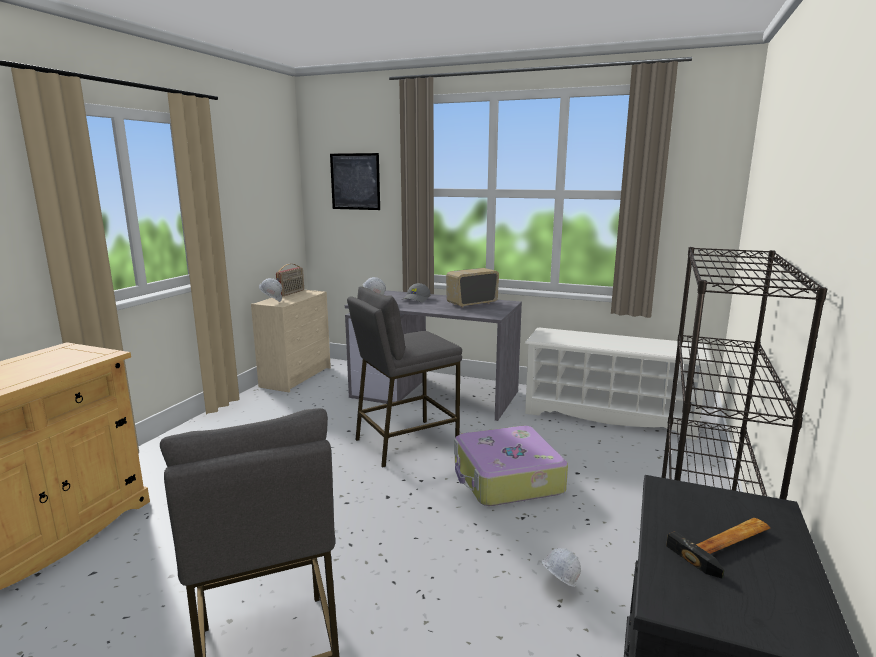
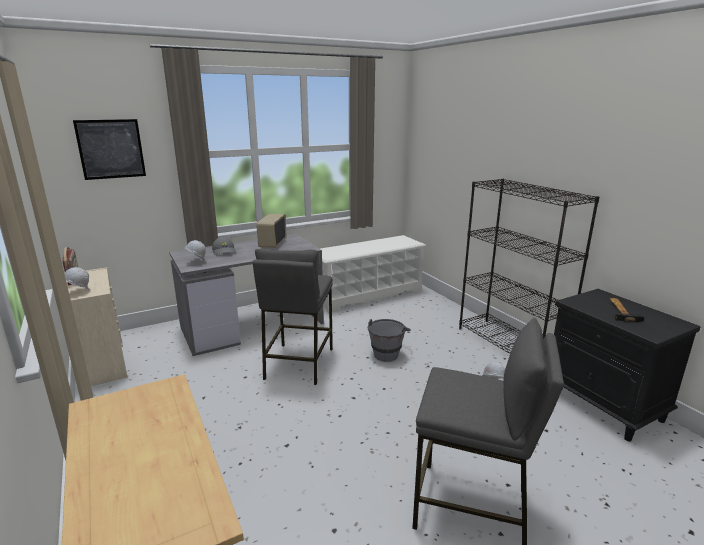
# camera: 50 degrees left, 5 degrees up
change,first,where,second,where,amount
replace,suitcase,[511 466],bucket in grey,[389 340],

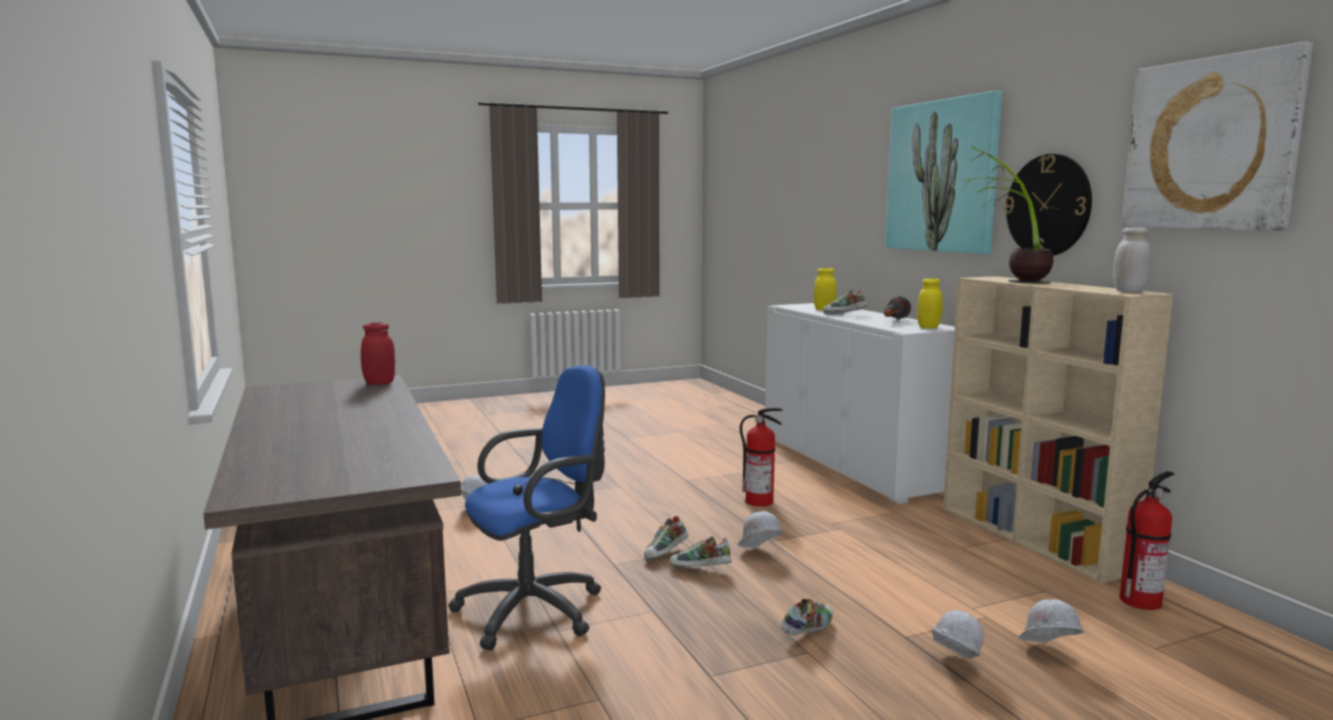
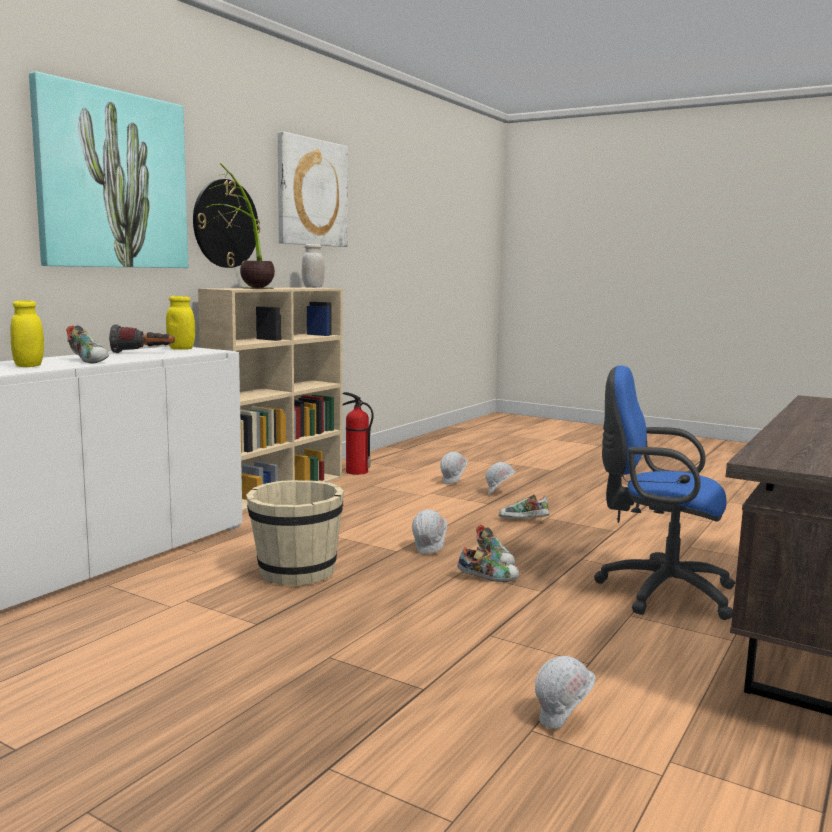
# camera: 125 degrees left, 0 degrees up
change,first,where,second,where,amount
delete,jar in red,[378 353],,,
replace,fire extinguisher,[761 457],bucket in beige,[295 533],

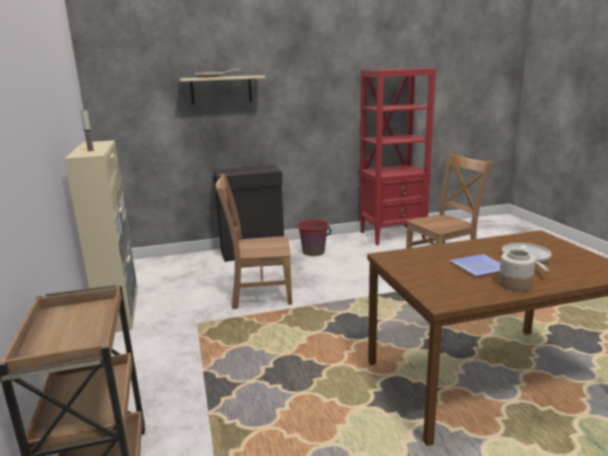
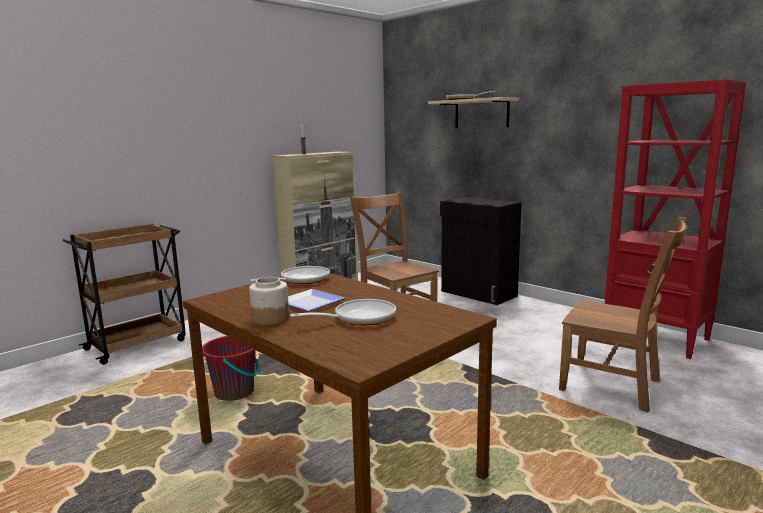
# camera: 60 degrees right, 5 degrees down
change,first,where,second,where,amount
move,bucket in red,[313 237],,[231 368],
insert,,,frying pan,[290 275],

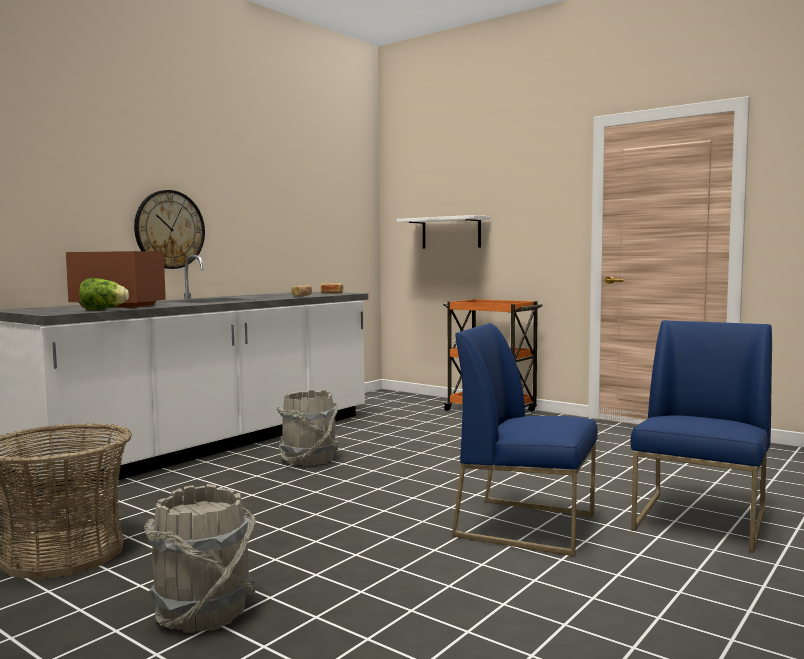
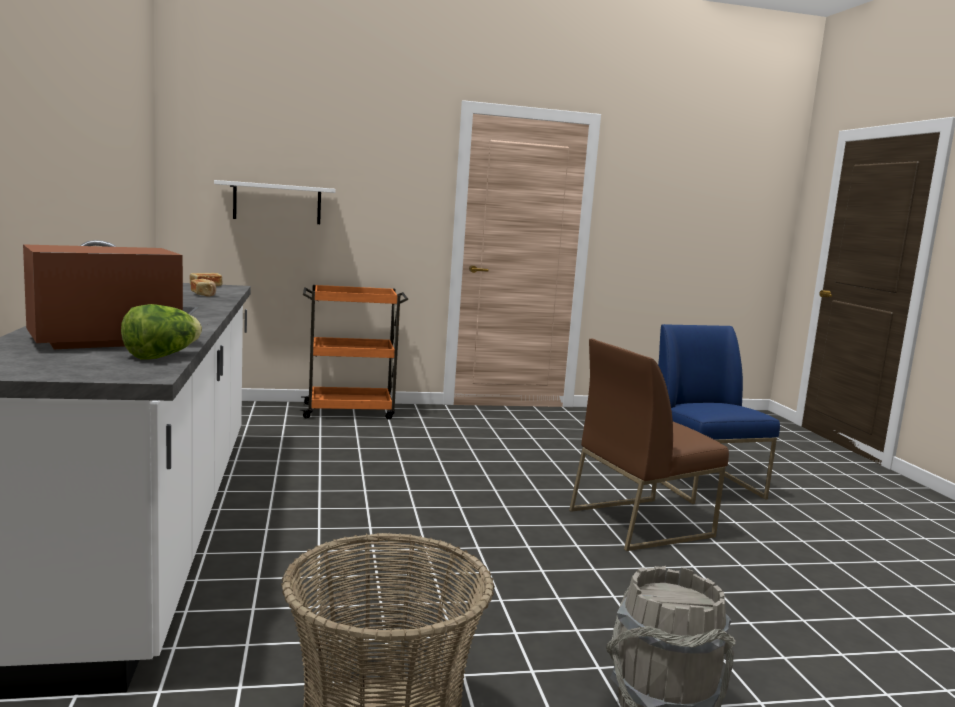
# camera: 50 degrees left, 5 degrees up
change,first,where,second,where,amount
delete,wall clock,[169 229],,,
recolor,chair in blue,[525 439],chair in brown,[649 445],
delete,bucket in grey,[307 428],,,

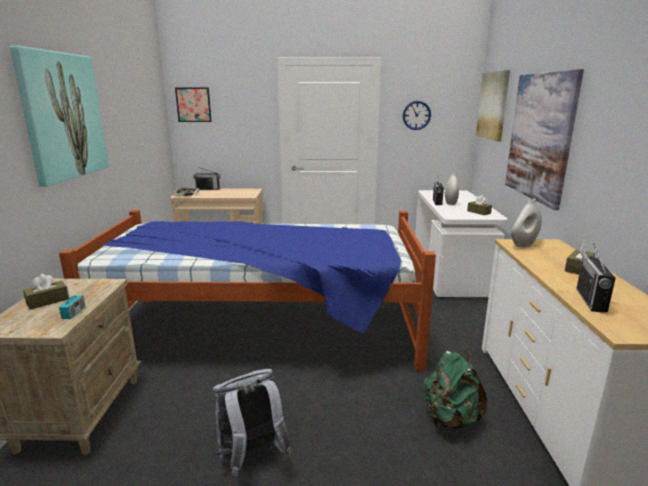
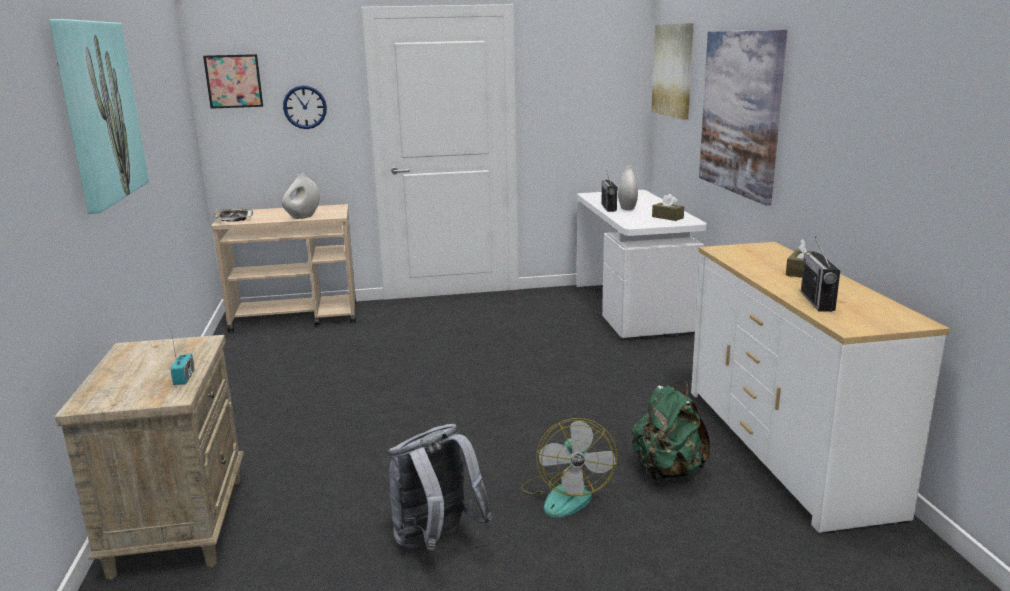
# camera: 10 degrees left, 0 degrees up
change,first,where,second,where,amount
move,wall clock,[417 115],,[305 107],
delete,radio,[206 178],,,
move,vase in white,[526 223],,[301 196],
delete,bed,[247 290],,,
delete,tissue box in brown,[46 292],,,
insert,,,fan,[569 468],

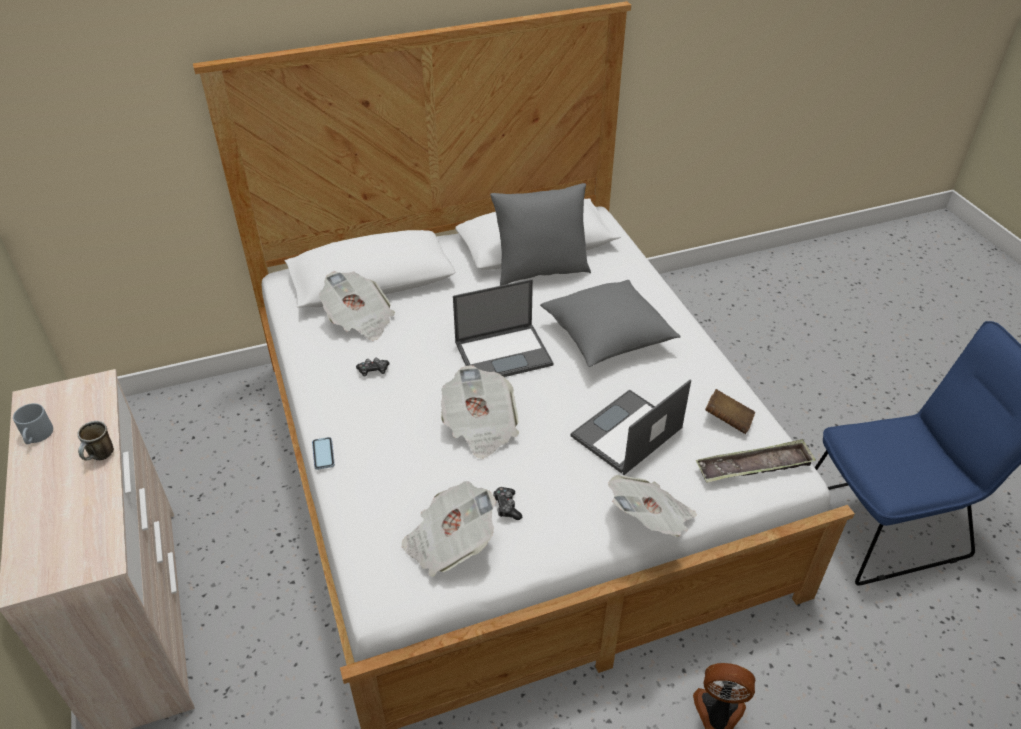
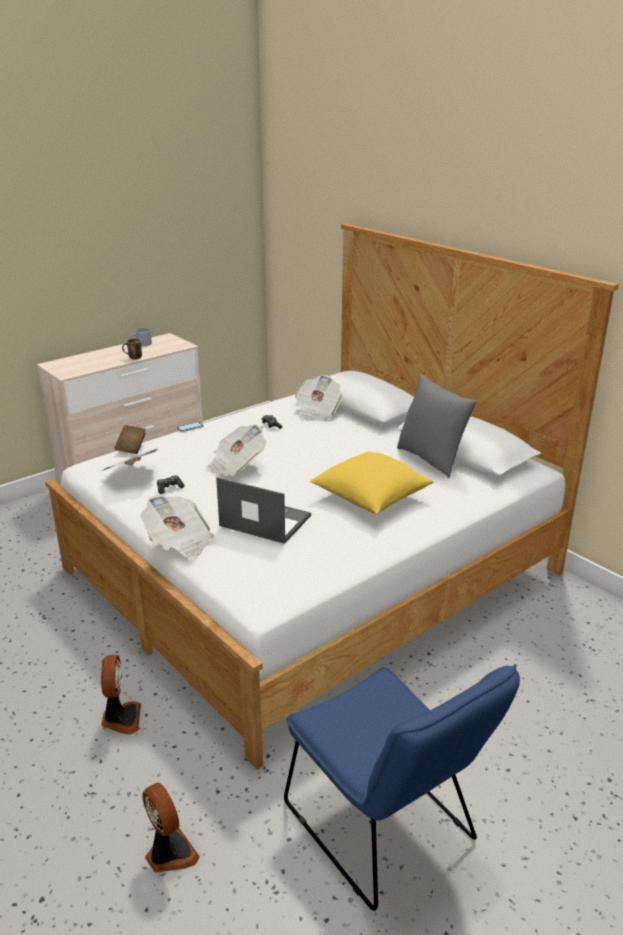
# camera: 70 degrees right, 15 degrees down
change,first,where,second,where,amount
delete,laptop,[503 328],,,
recolor,pillow in grey,[610 323],pillow in yellow,[371 483],
move,book in brown,[730 411],,[130 439],
delete,tray,[756 461],,,
insert,,,fan,[171 827],

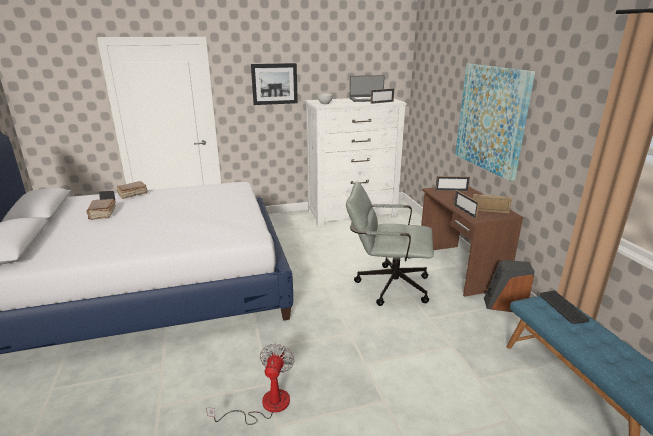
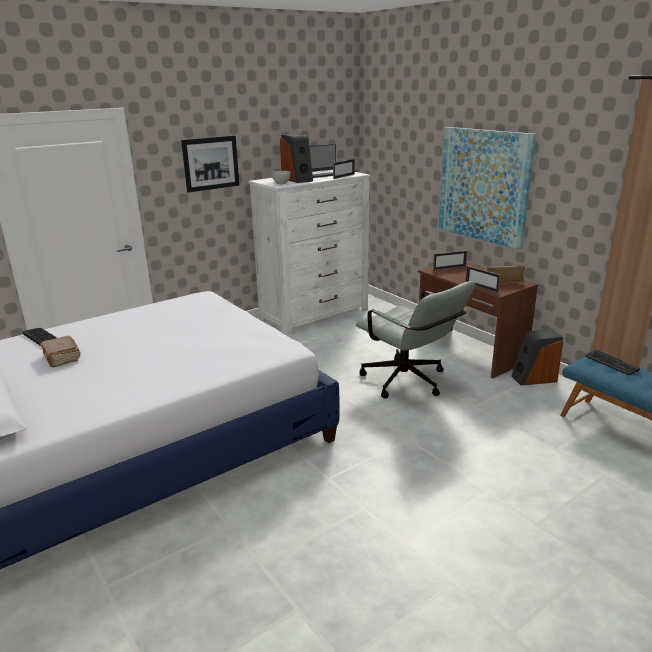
# camera: 20 degrees left, 0 degrees up
change,first,where,second,where,amount
delete,book in brown,[132 190],,,
rotate,office chair in grey,[390 243],,[415 340],120 degrees counterclockwise
delete,fan,[250 384],,,
insert,,,speaker,[296 158],

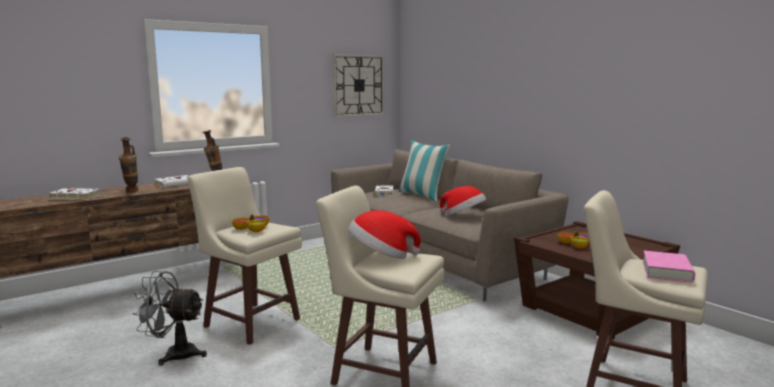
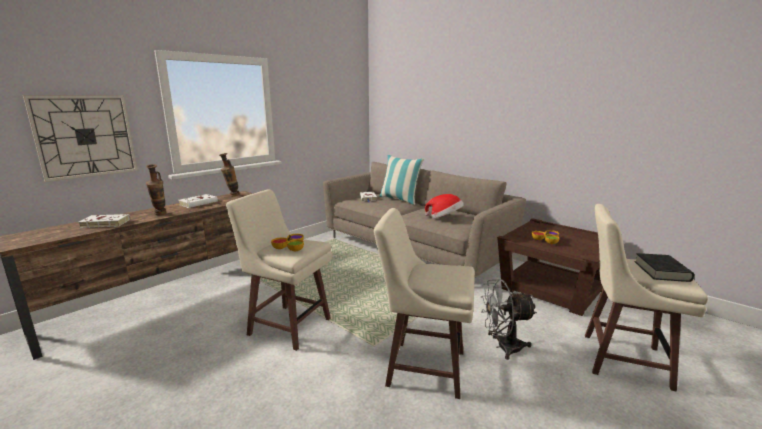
# camera: 10 degrees left, 5 degrees up
change,first,where,second,where,amount
move,wall clock,[358 85],,[80 138],
delete,hat,[385 234],,,
recolor,book in pink,[669 267],book in black,[664 267],
move,fan in grey,[169 318],,[509 319],

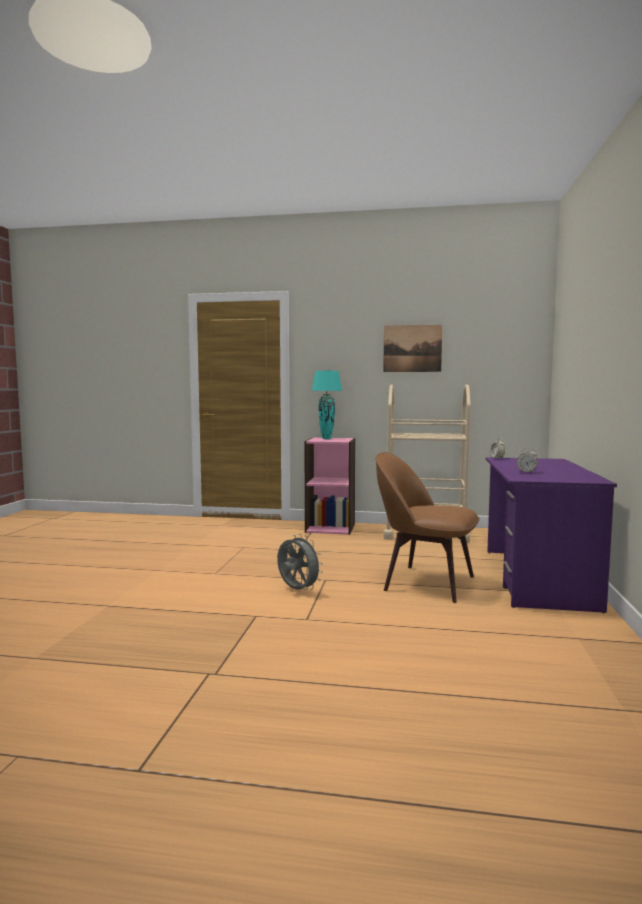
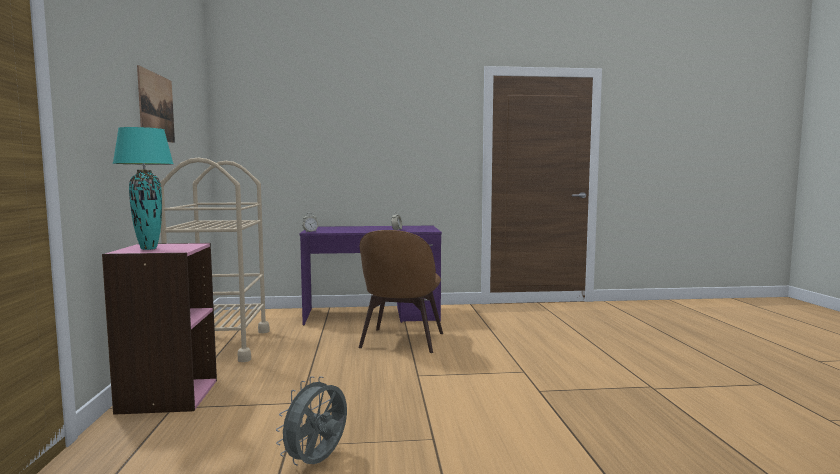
# camera: 105 degrees left, 0 degrees up
change,first,where,second,where,amount
move,fan in grey,[300 562],,[311 421],

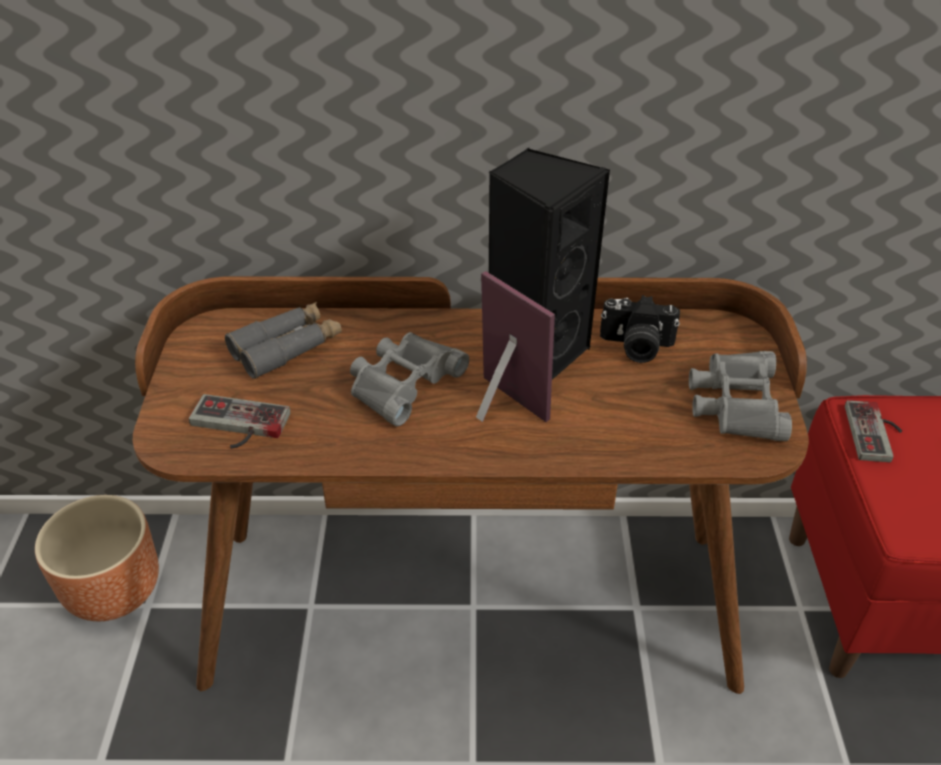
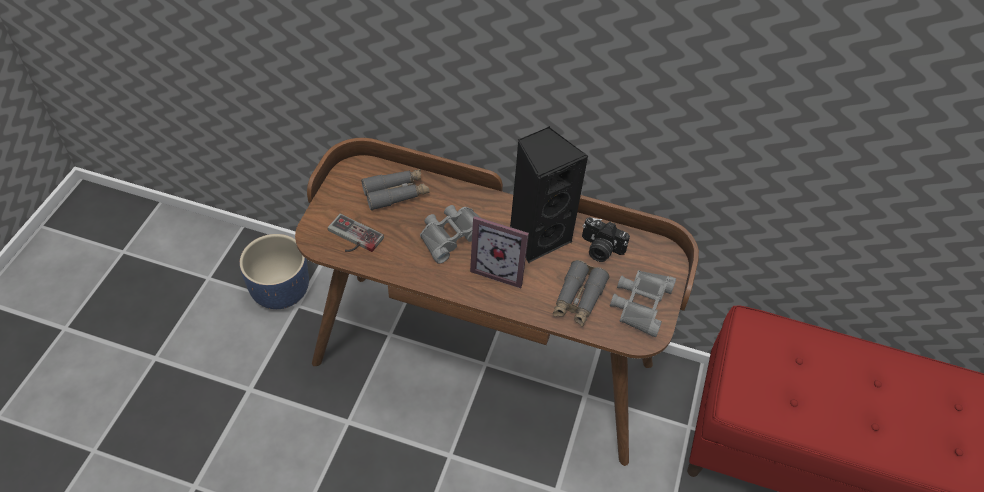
# camera: 15 degrees right, 10 degrees up
change,first,where,second,where,amount
rotate,picture frame,[515 346],,[499 252],135 degrees clockwise
delete,game controller,[873 431],,,
recolor,planter in brown,[97 558],planter in blue,[274 271],
insert,,,binoculars in grey,[581 293],

